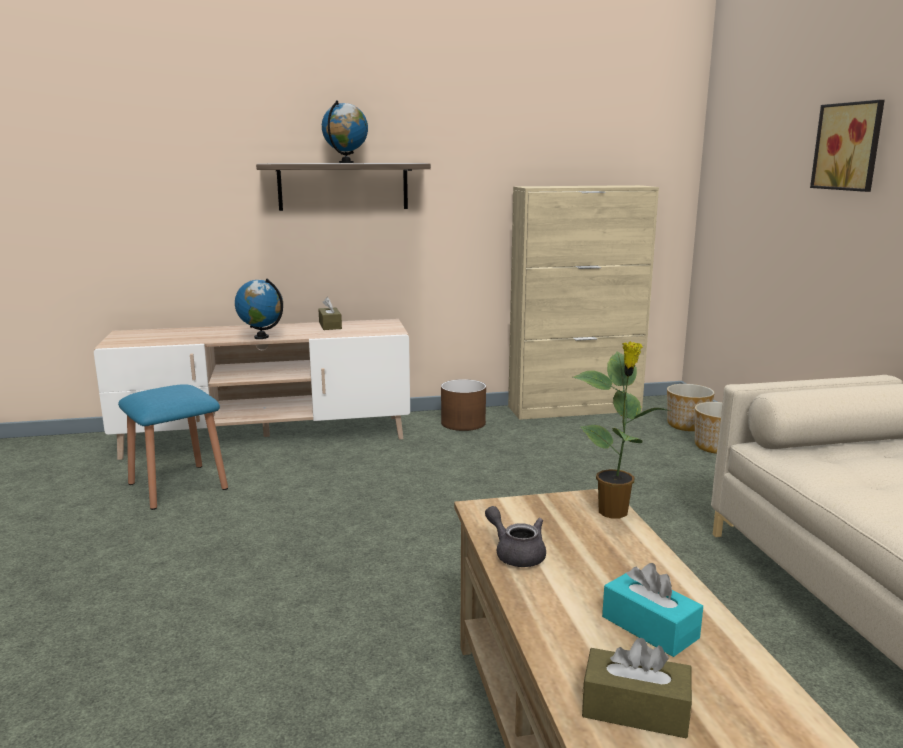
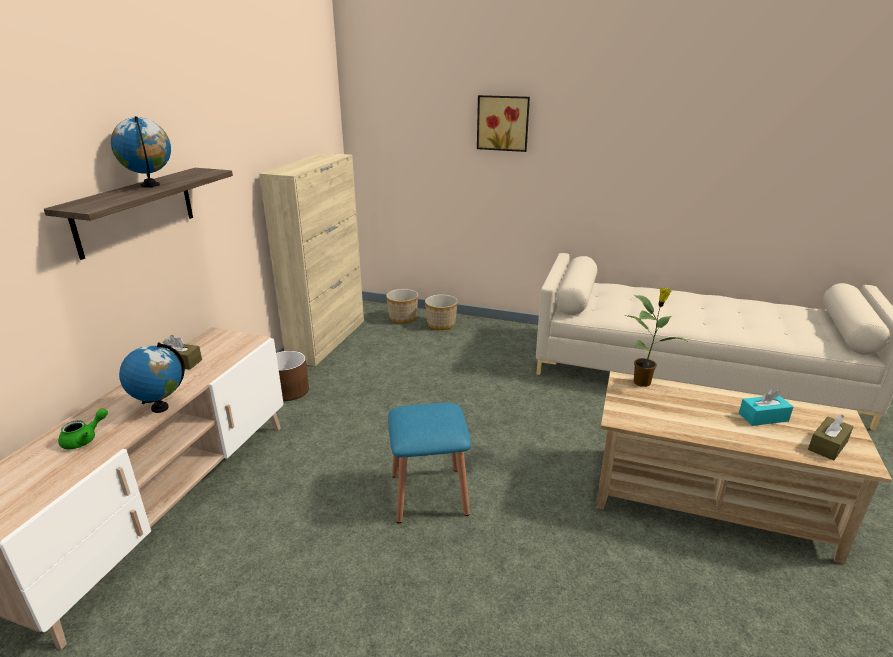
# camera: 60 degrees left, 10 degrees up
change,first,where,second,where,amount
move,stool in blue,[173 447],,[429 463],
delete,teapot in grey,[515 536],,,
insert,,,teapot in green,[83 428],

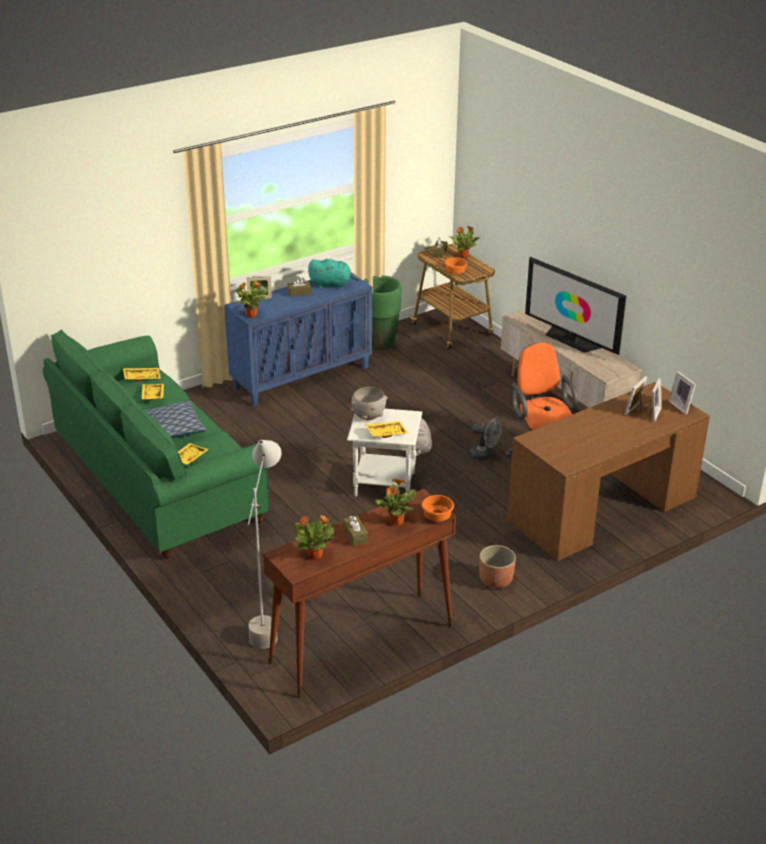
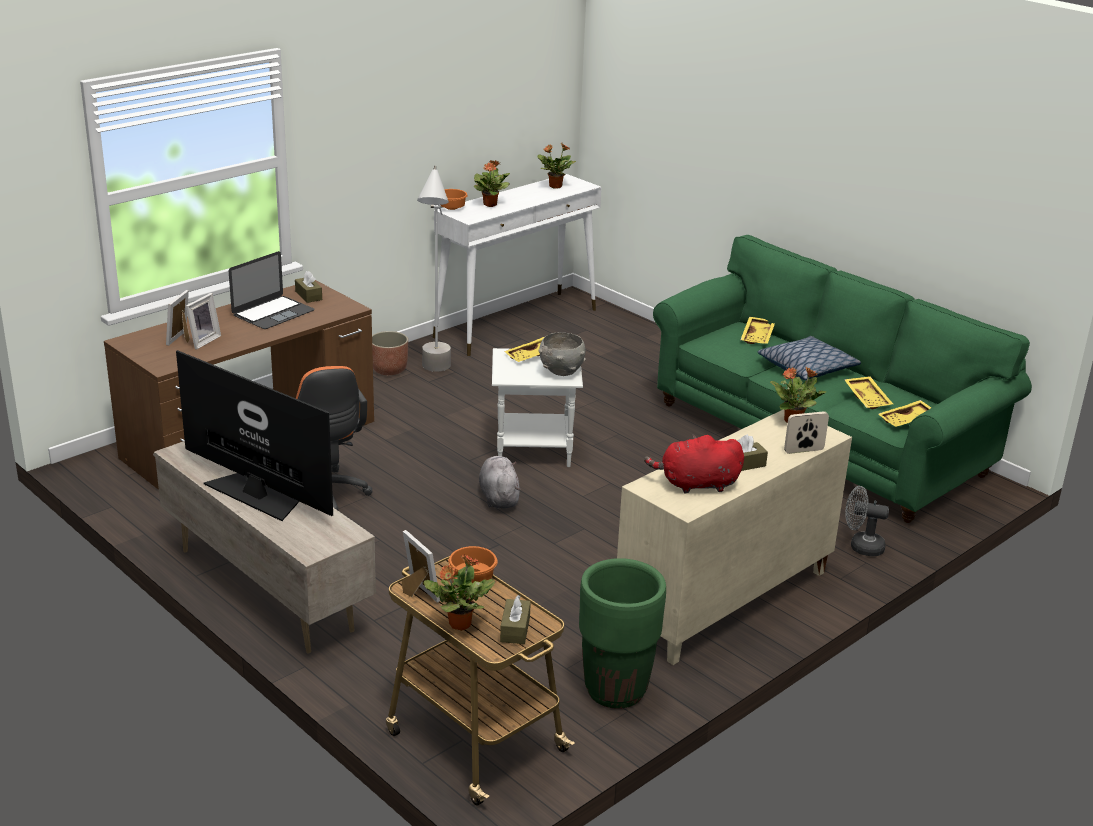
# camera: 170 degrees right, 5 degrees down
change,first,where,second,where,amount
recolor,plush toy in turquoise,[333 274],plush toy in red,[694 464],
recolor,cabinet in blue,[298 339],cabinet in beige,[734 537],
move,picture frame,[682 393],,[420 566],
move,fan in grey,[486 439],,[867 521],
move,floor lamp in grey,[264 544],,[434 269],
recolor,console table in brown,[359 593],console table in white,[517 265],
move,tissue box in brown,[355 531],,[308 287],
insert,,,laptop,[271 290],

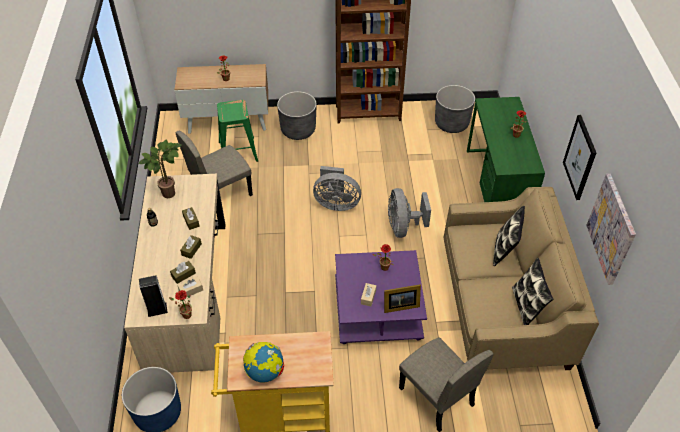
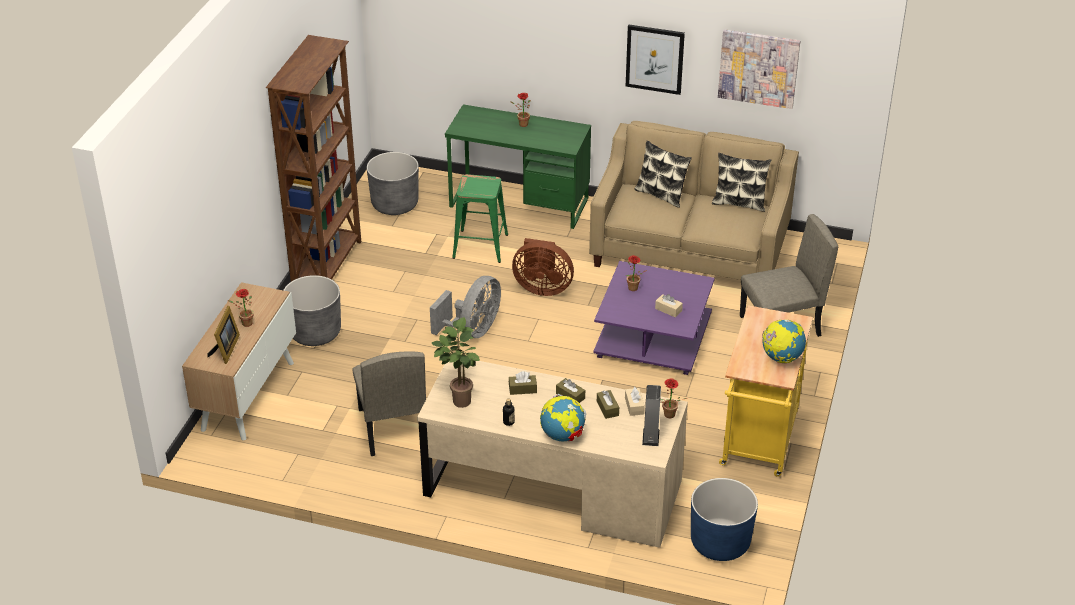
# camera: 70 degrees left, 10 degrees down
change,first,where,second,where,amount
move,stool in green,[237 131],,[480 218],
recolor,fan in grey,[409 213],fan in brown,[543 267],
move,picture frame,[402 298],,[223 335],
insert,,,globe,[563 417],

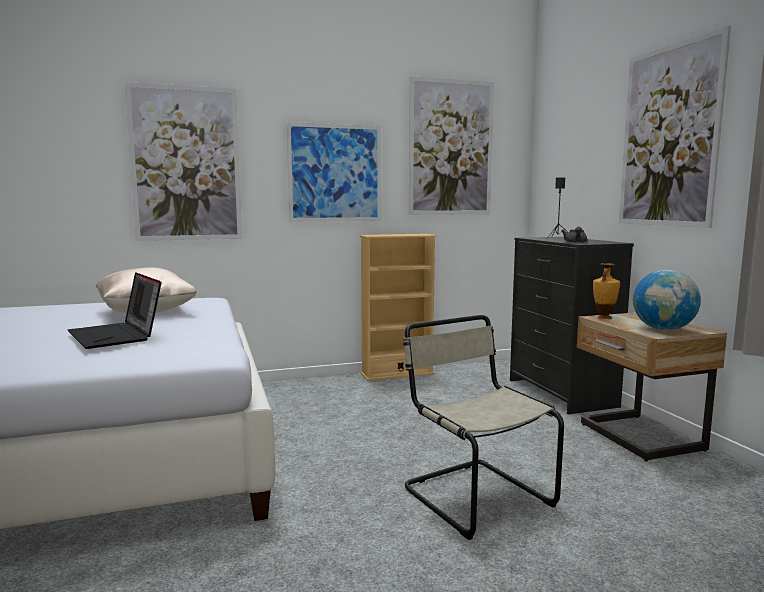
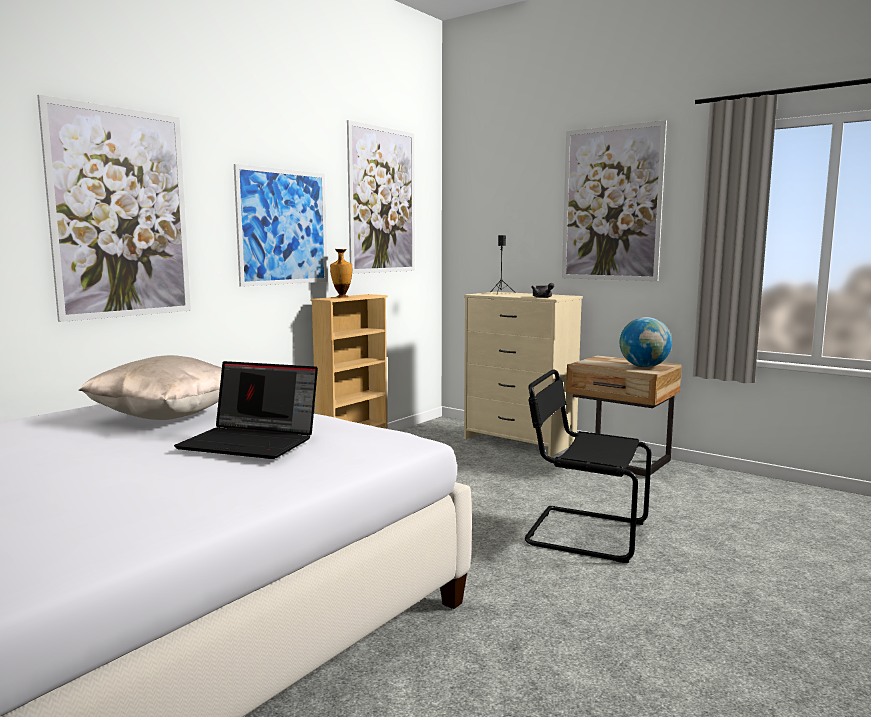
# camera: 35 degrees left, 0 degrees up
change,first,where,second,where,amount
recolor,dresser in black,[572 325],dresser in beige,[523 374],
move,vase,[606 291],,[341 273],
recolor,chair in beige,[483 427],chair in black,[588 466],

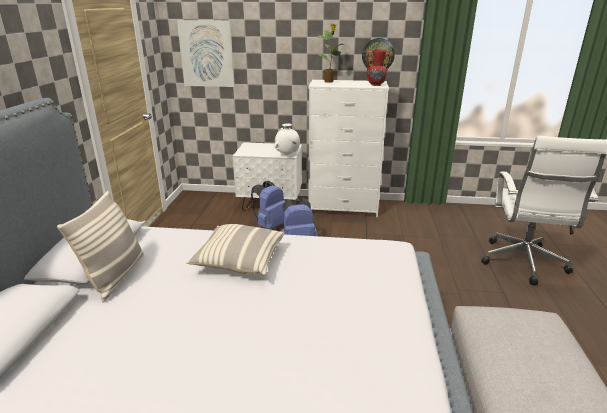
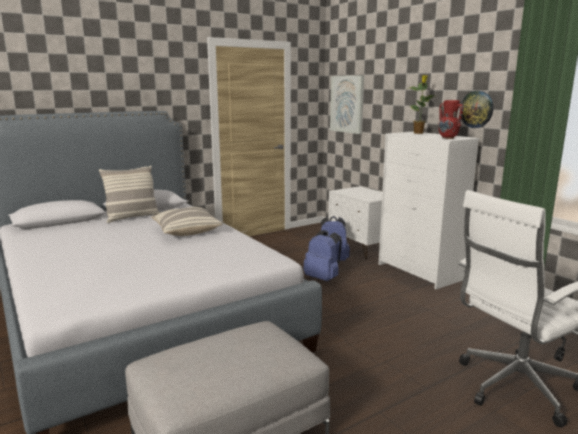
# camera: 50 degrees right, 10 degrees down
change,first,where,second,where,amount
delete,vase in white,[287 139],,,

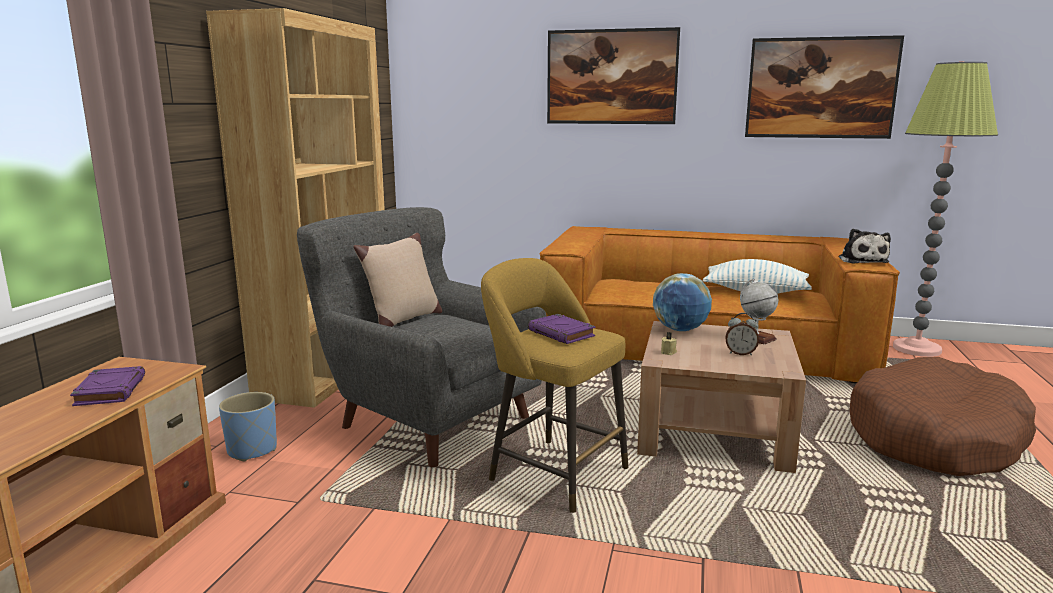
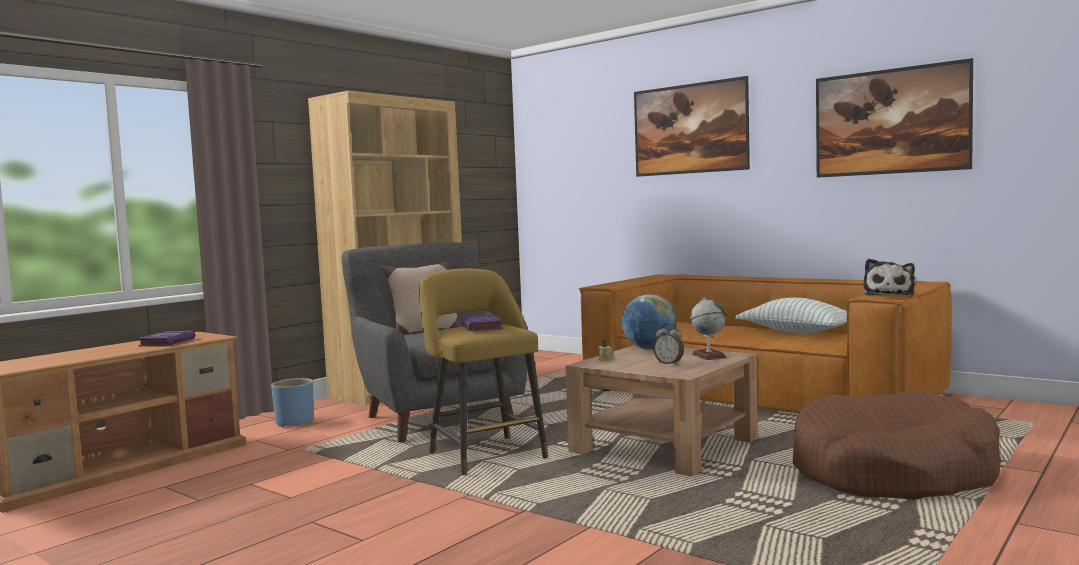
# camera: 25 degrees right, 10 degrees down
change,first,where,second,where,amount
delete,floor lamp,[945 209],,,

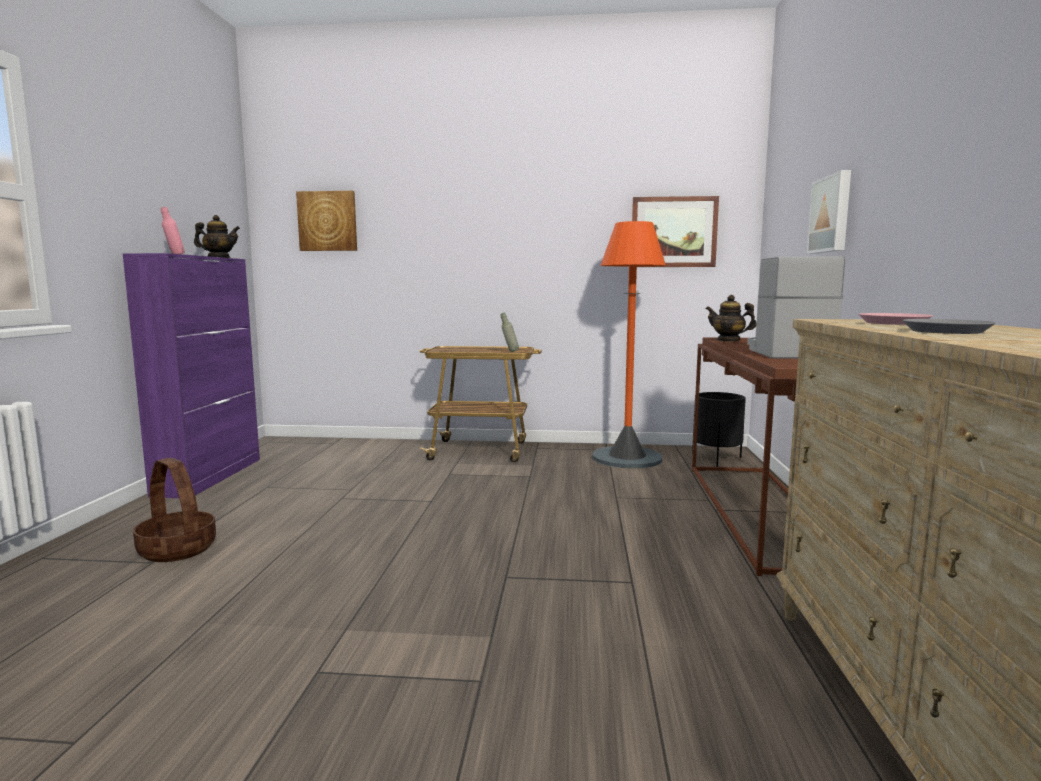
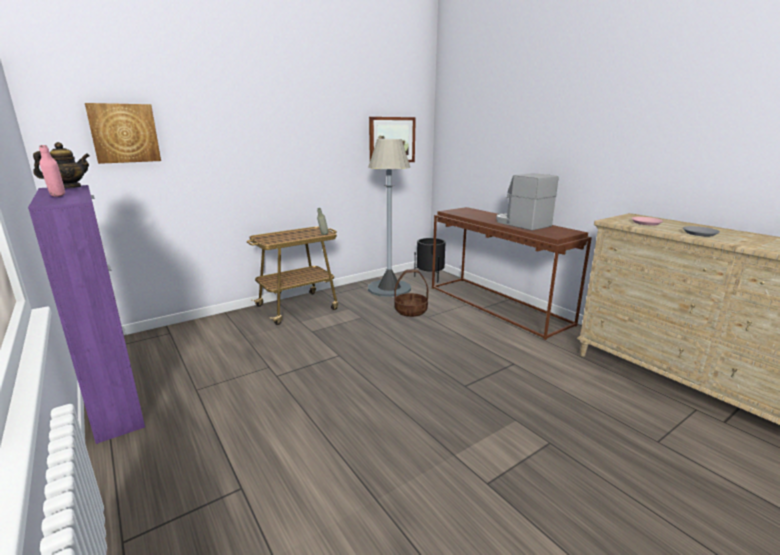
# camera: 40 degrees left, 10 degrees up
change,first,where,second,where,amount
delete,picture,[828 212],,,
recolor,floor lamp in orange,[629 344],floor lamp in grey,[389 218],
delete,teapot,[731 318],,,
move,basket,[174 510],,[411 293],

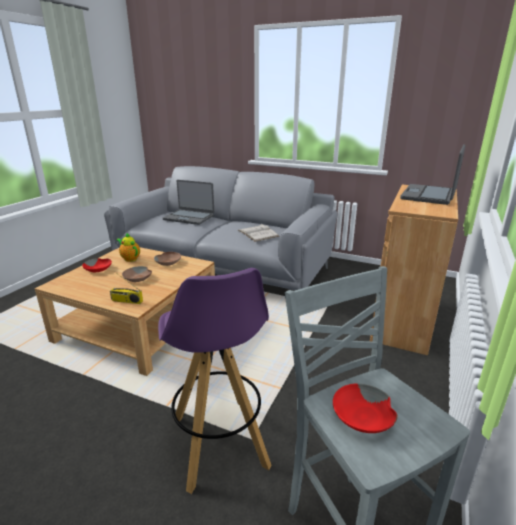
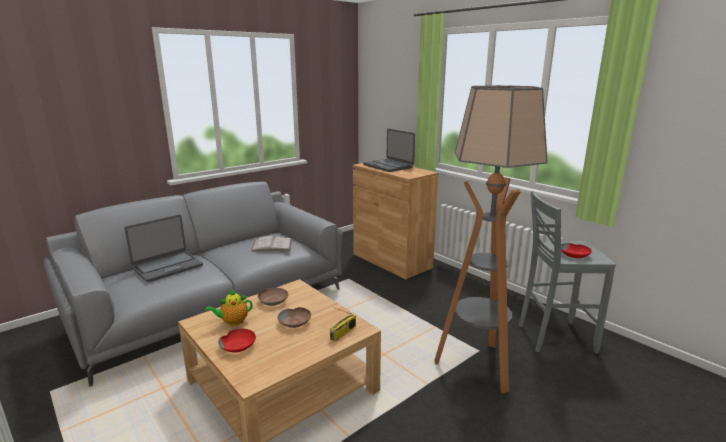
# camera: 65 degrees left, 5 degrees down
change,first,where,second,where,amount
replace,stool in purple,[214 381],floor lamp,[491 239],

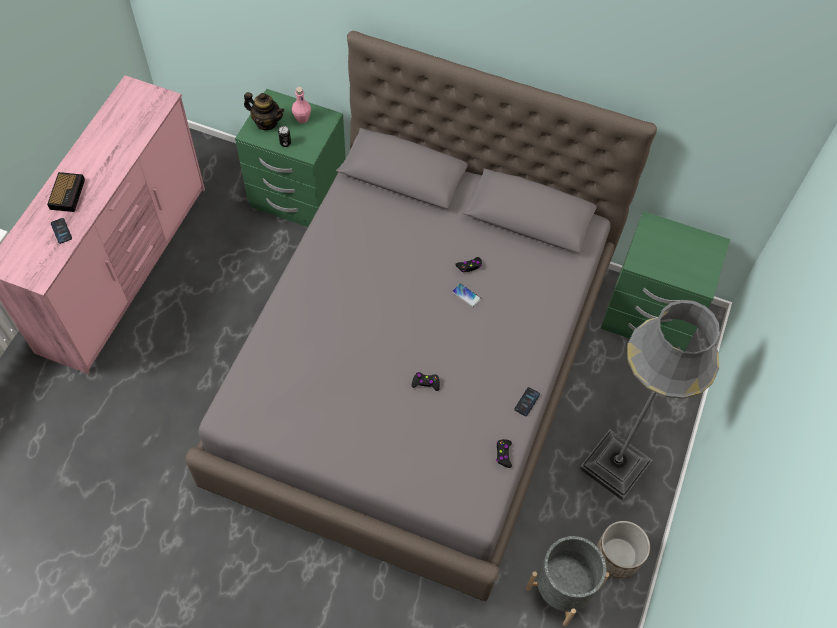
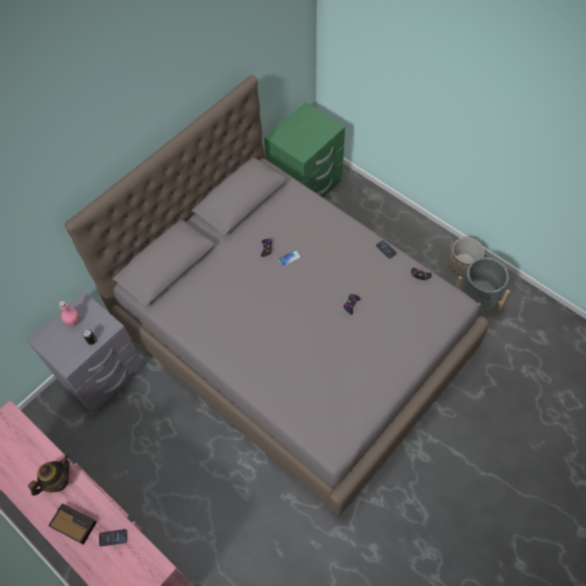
# camera: 65 degrees left, 0 degrees up
change,first,where,second,where,amount
recolor,nightstand in green,[290 158],nightstand in grey,[85 352],
move,teapot,[264 111],,[49 475],
delete,floor lamp in grey,[650 400],,,

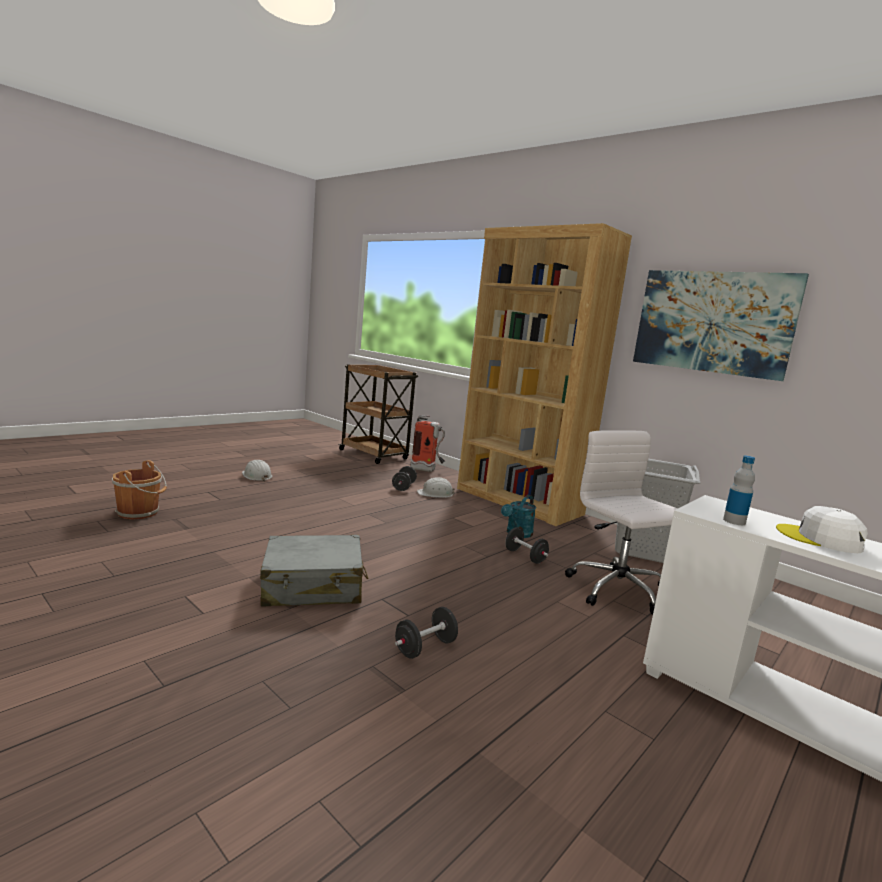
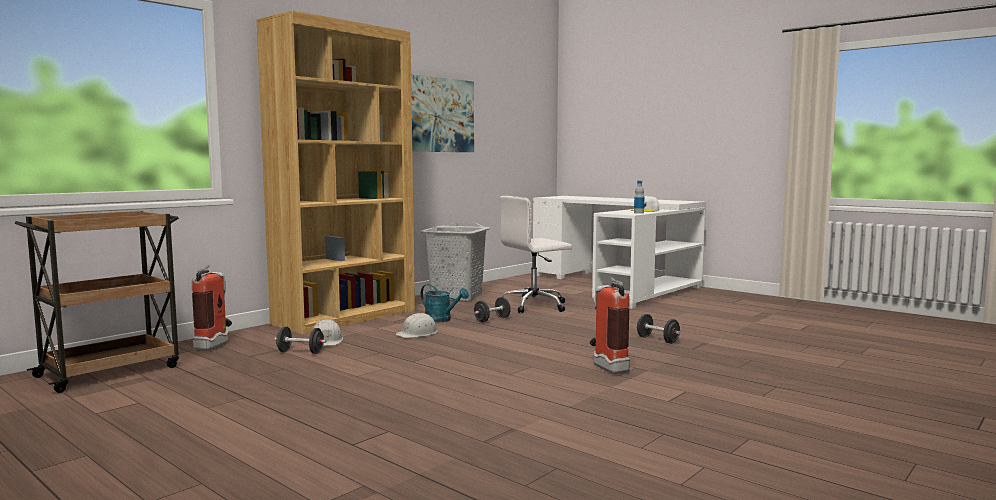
# camera: 90 degrees left, 5 degrees down
change,first,where,second,where,amount
delete,bucket in brown,[139 490],,,
move,hard hat in white,[257 471],,[416 325],
replace,suitcase in grey,[314 571],fire extinguisher,[610 325],

